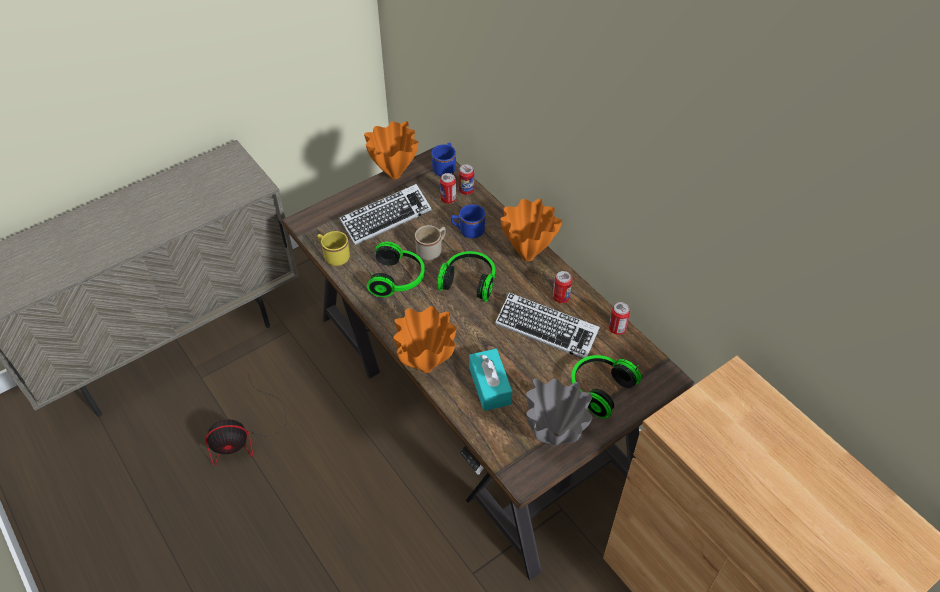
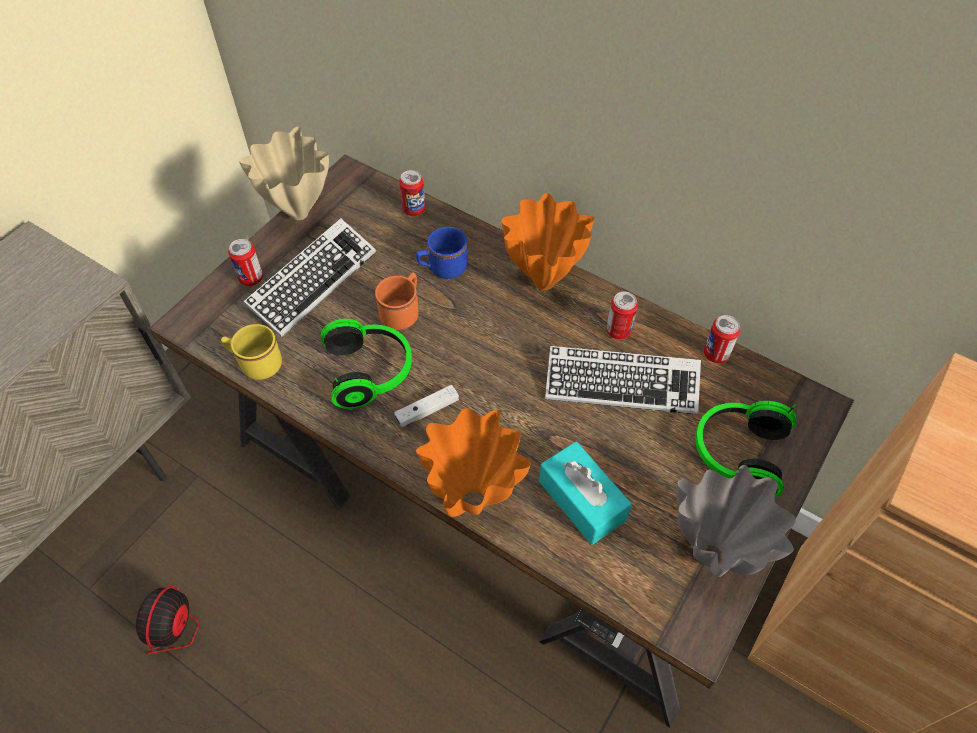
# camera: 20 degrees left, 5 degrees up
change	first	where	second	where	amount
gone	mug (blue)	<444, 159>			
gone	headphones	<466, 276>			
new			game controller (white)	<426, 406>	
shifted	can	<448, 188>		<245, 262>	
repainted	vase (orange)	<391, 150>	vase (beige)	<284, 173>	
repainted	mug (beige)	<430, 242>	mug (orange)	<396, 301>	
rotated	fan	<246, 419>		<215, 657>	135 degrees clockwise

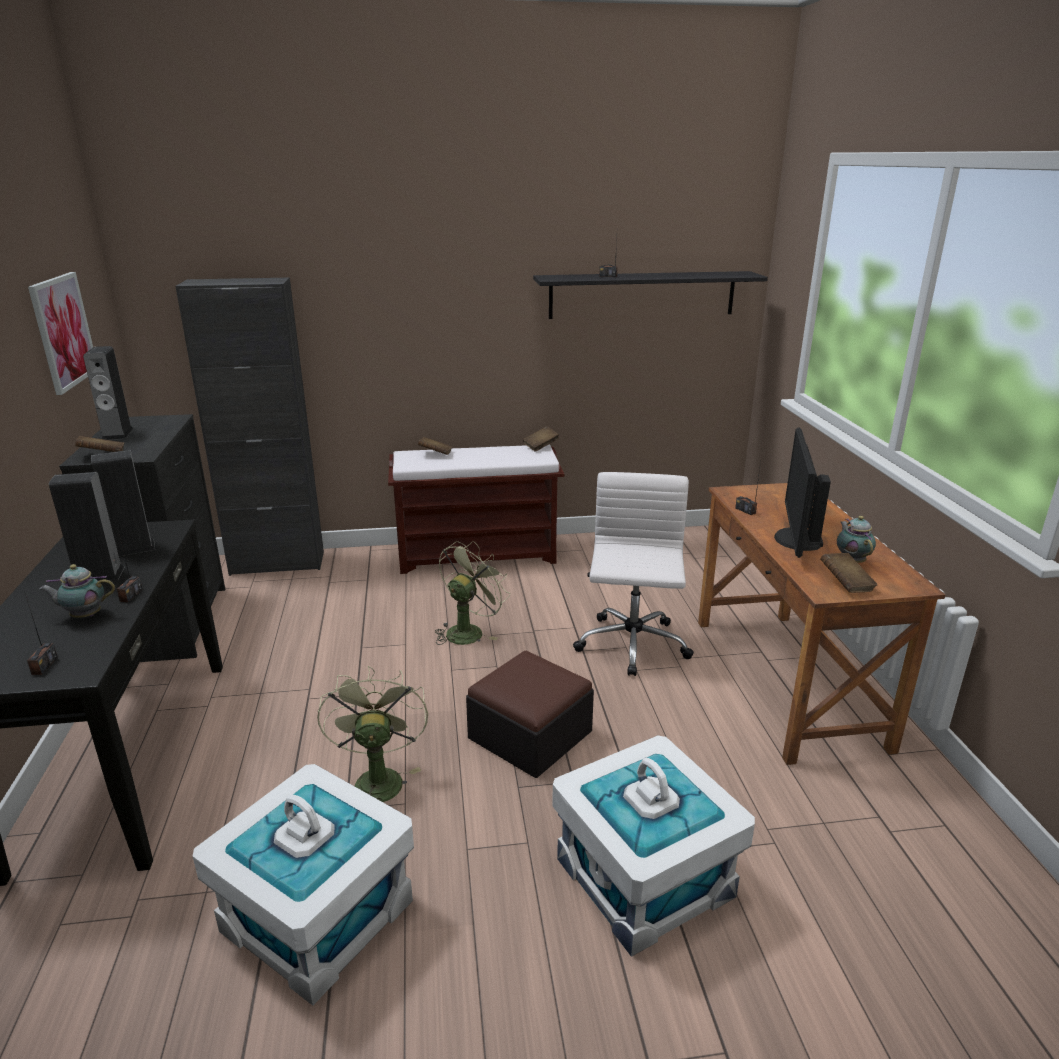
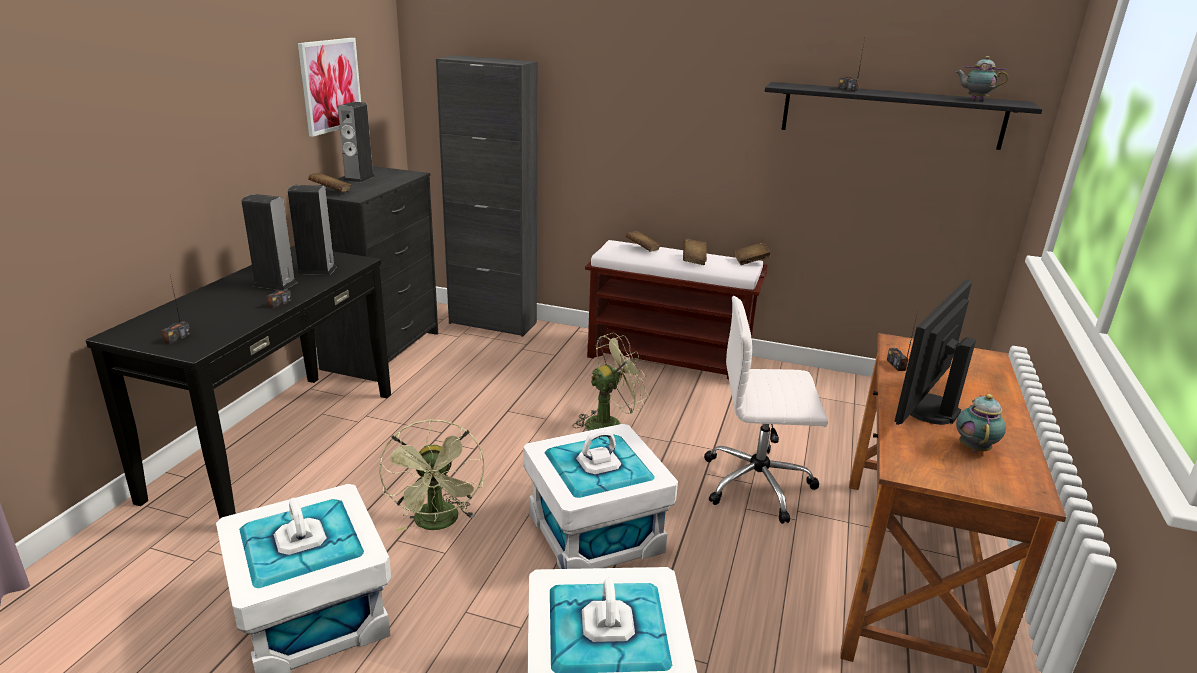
# camera: 25 degrees right, 0 degrees up
change	first	where	second	where	amount
shifted	teapot	<77, 591>		<982, 78>	
shifted	book (brown)	<848, 573>		<695, 252>	
swapped	ottoman	<530, 714>	storage box (white)	<600, 496>	
rotated	fan (green)	<372, 734>		<432, 475>	150 degrees clockwise
rotated	office chair (white)	<633, 574>		<766, 410>	120 degrees counterclockwise

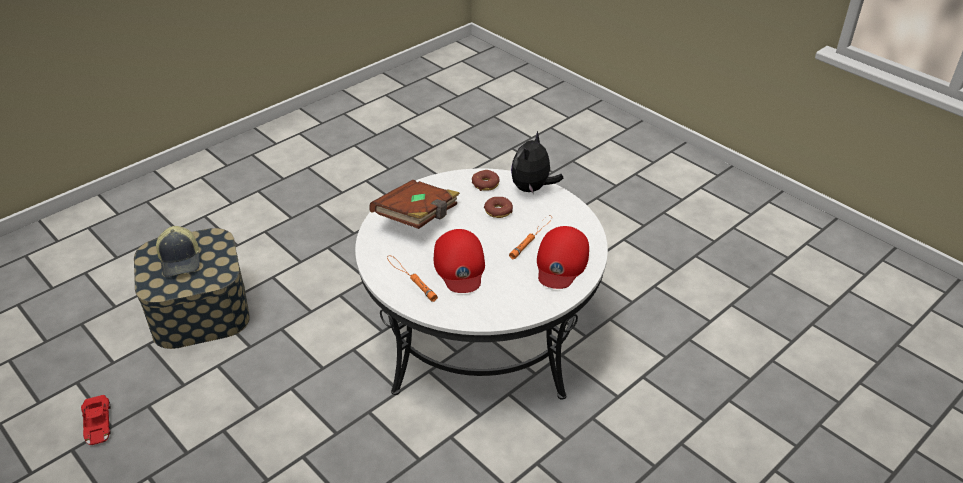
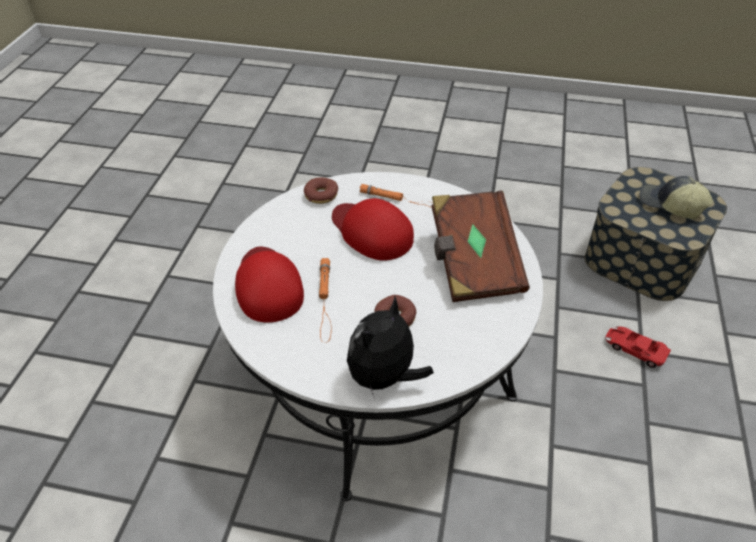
# camera: 145 degrees right, 5 degrees up
change	first	where	second	where	amount
shifted	toy car (red)	<96, 420>		<638, 347>	
shifted	donut	<486, 180>		<321, 191>	
rotated	plush toy	<537, 162>		<390, 346>	135 degrees counterclockwise

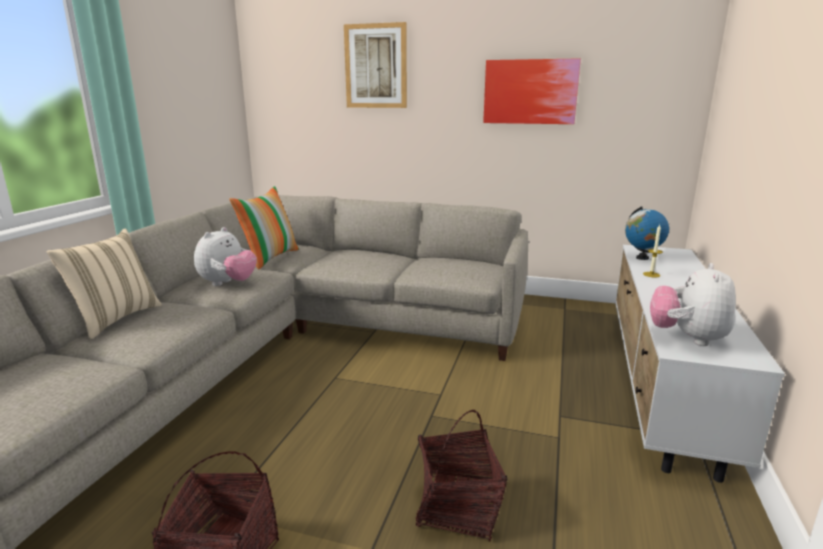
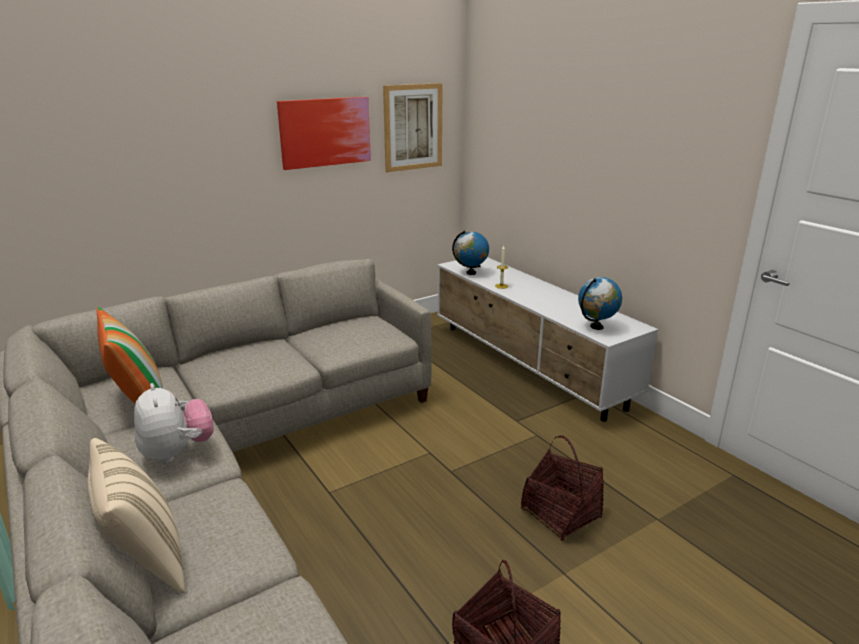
# camera: 50 degrees left, 5 degrees up
change	first	where	second	where	amount
shifted	picture	<375, 65>		<413, 127>	
swapped	plush toy	<693, 304>	globe	<600, 303>	

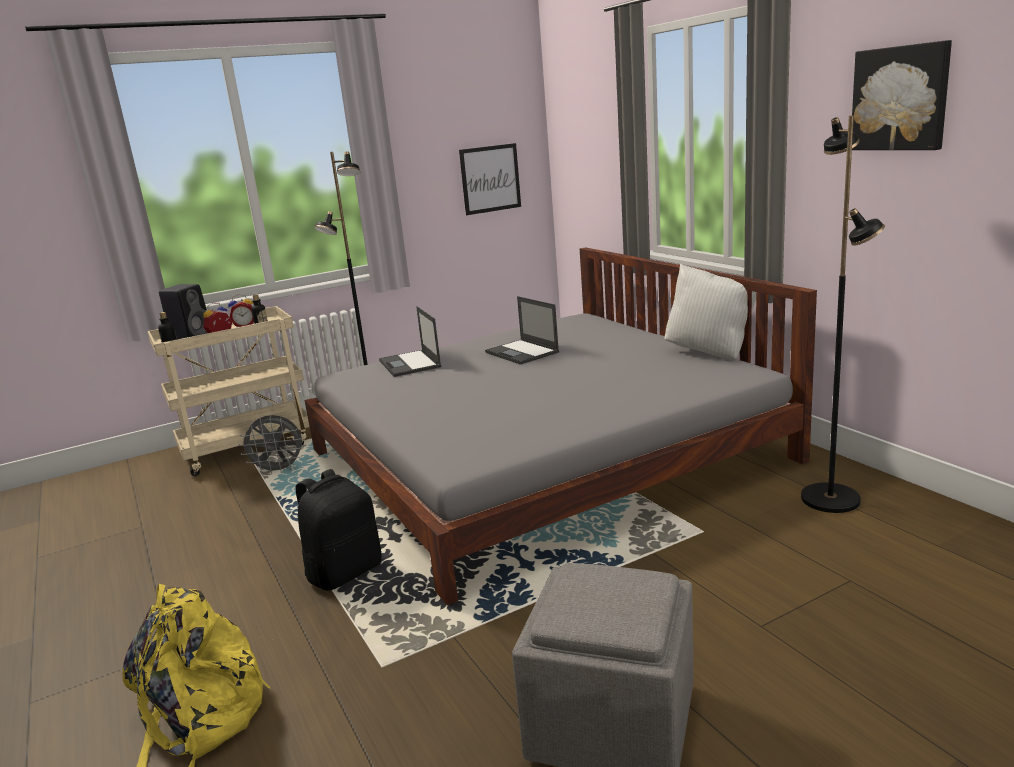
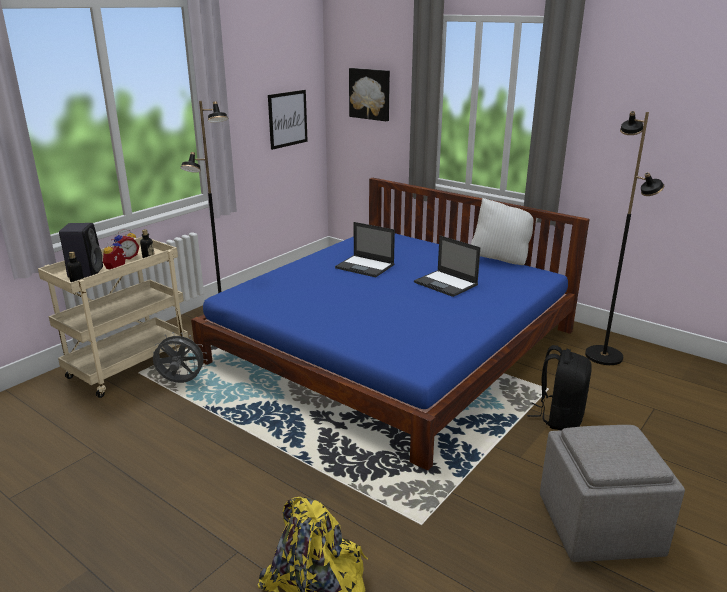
# camera: 25 degrees left, 5 degrees up
change	first	where	second	where	amount
shifted	backpack (black)	<338, 530>		<559, 387>	
shifted	laptop	<410, 341>		<447, 266>	
shifted	picture	<902, 95>		<369, 94>	
repainted	bed (grey)	<561, 426>	bed (blue)	<390, 324>	
rotated	fan (grey)	<271, 444>		<180, 357>	150 degrees counterclockwise

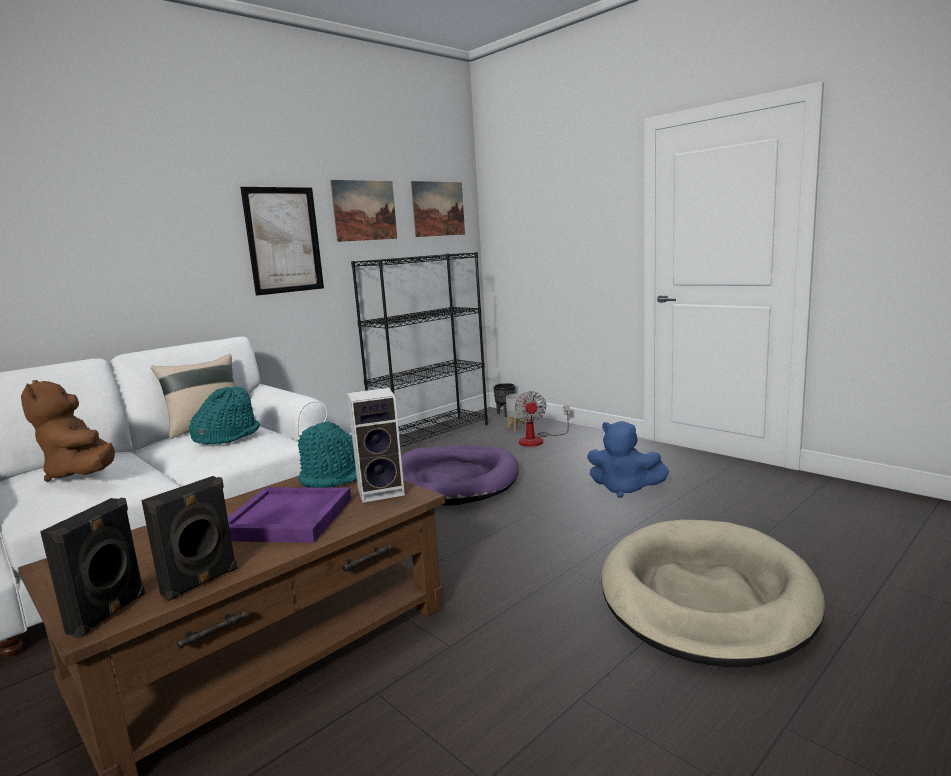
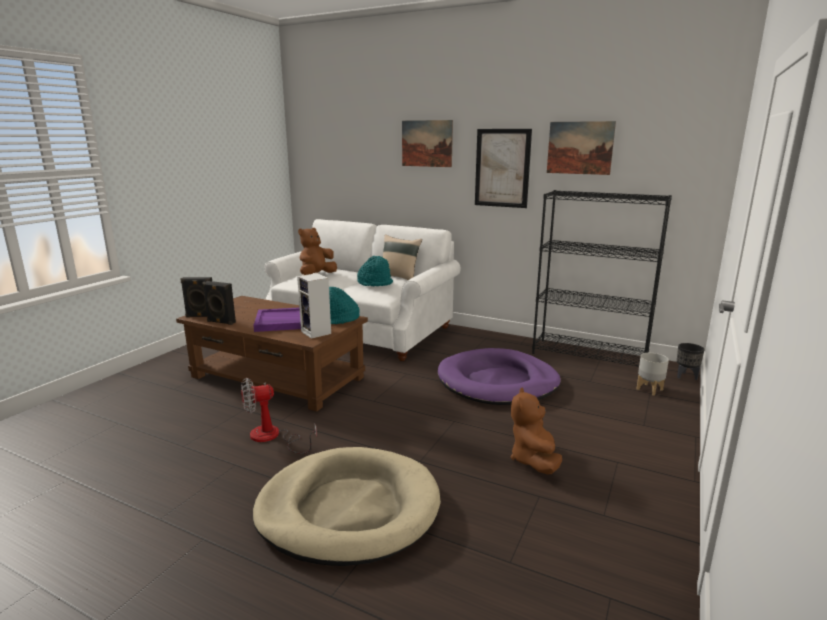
# camera: 70 degrees right, 5 degrees up
change	first	where	second	where	amount
shifted	picture	<438, 209>		<427, 143>	
shifted	fan	<542, 419>		<279, 416>	
repainted	plush toy (blue)	<628, 459>	plush toy (brown)	<536, 431>	

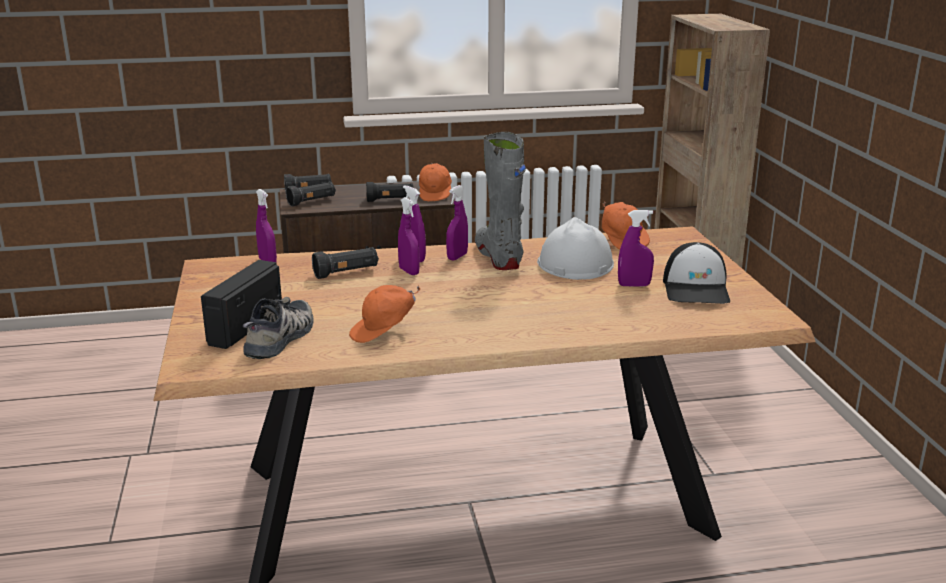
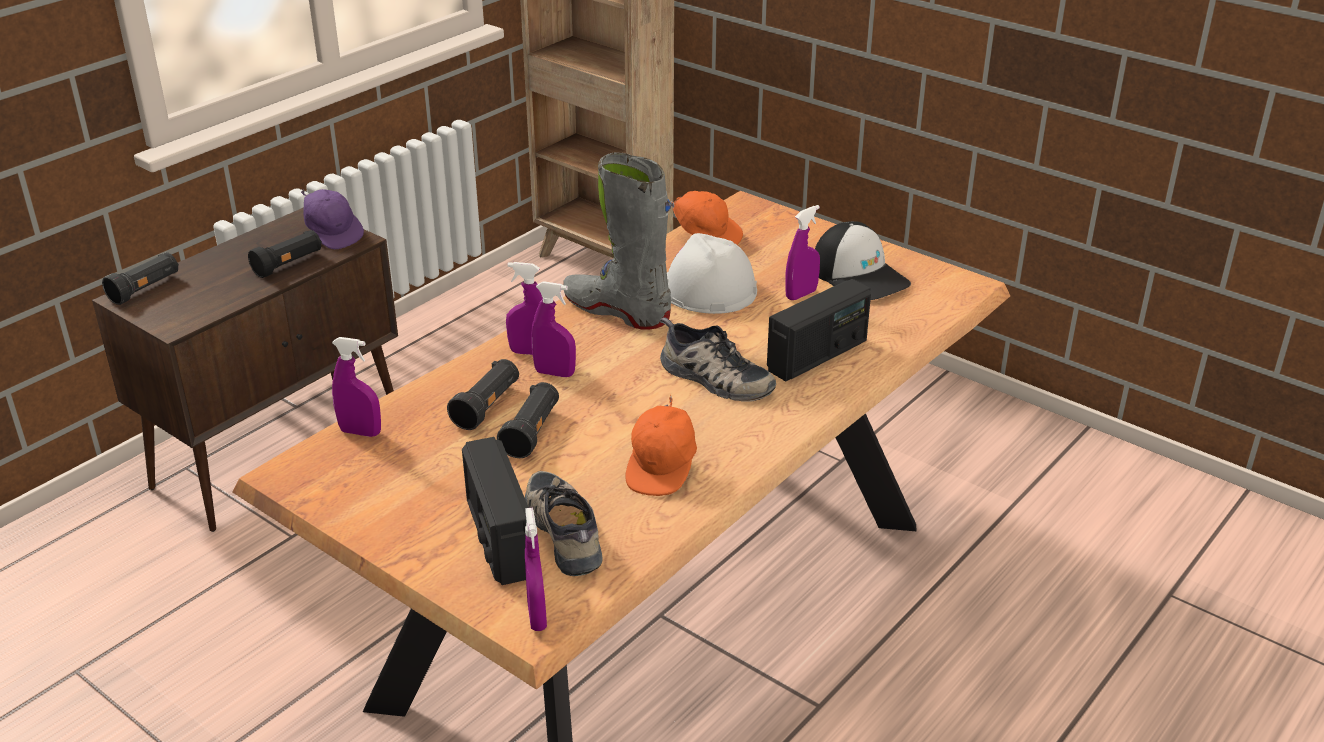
# camera: 40 degrees left, 10 degrees up
change	first	where	second	where	amount
new			shoe	<717, 359>	
new			radio	<819, 330>	
shifted	flashlight (black)	<311, 194>		<528, 420>	
shifted	spray bottle (purple)	<457, 223>		<536, 569>	
repainted	cap (orange)	<435, 182>	cap (purple)	<332, 219>	

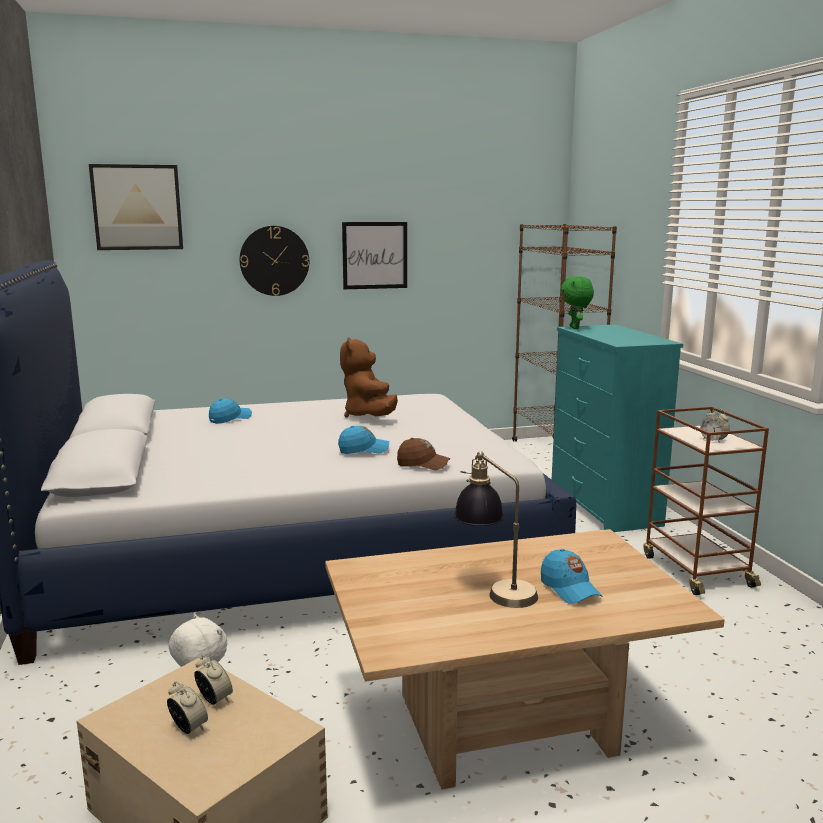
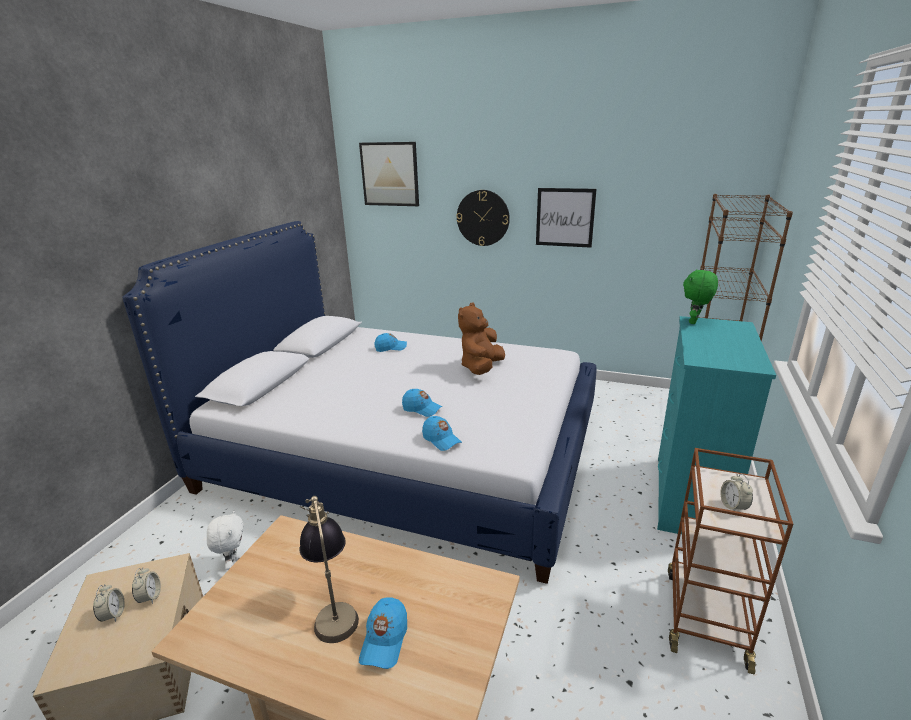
# camera: 35 degrees right, 10 degrees up
change	first	where	second	where	amount
repainted	cap (brown)	<423, 454>	cap (blue)	<442, 433>	

